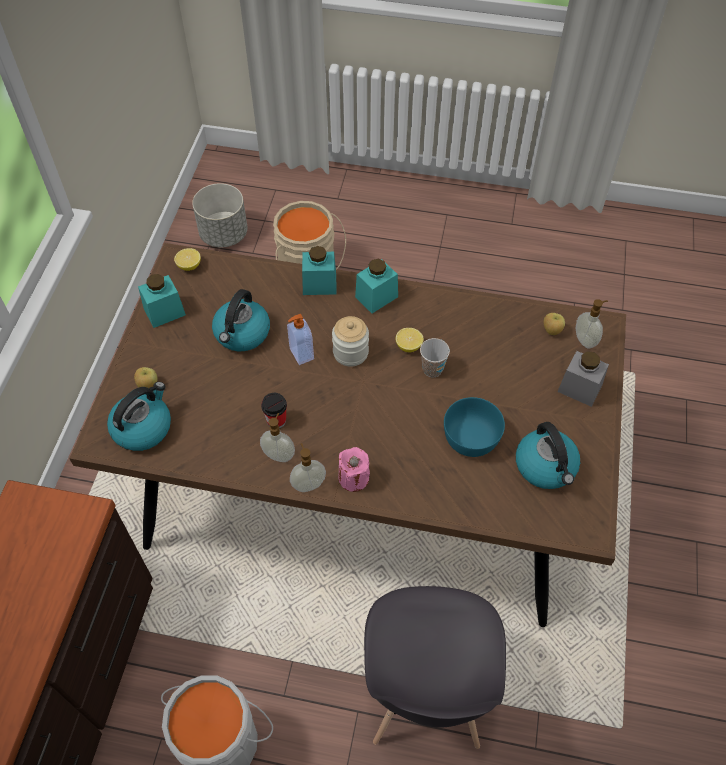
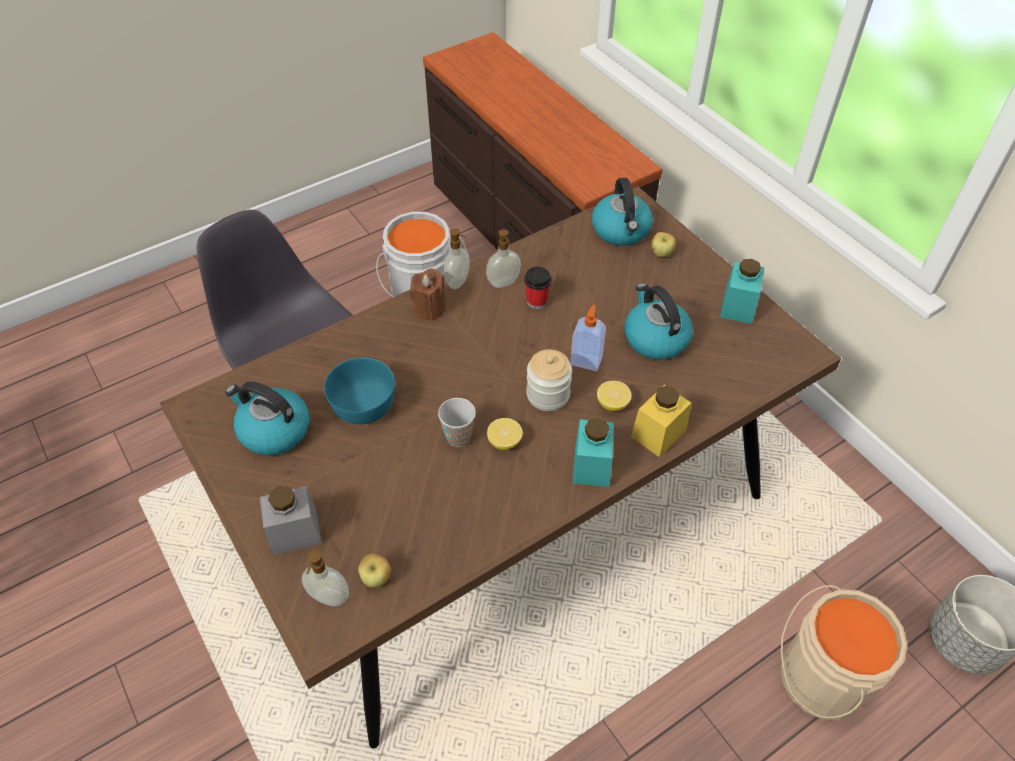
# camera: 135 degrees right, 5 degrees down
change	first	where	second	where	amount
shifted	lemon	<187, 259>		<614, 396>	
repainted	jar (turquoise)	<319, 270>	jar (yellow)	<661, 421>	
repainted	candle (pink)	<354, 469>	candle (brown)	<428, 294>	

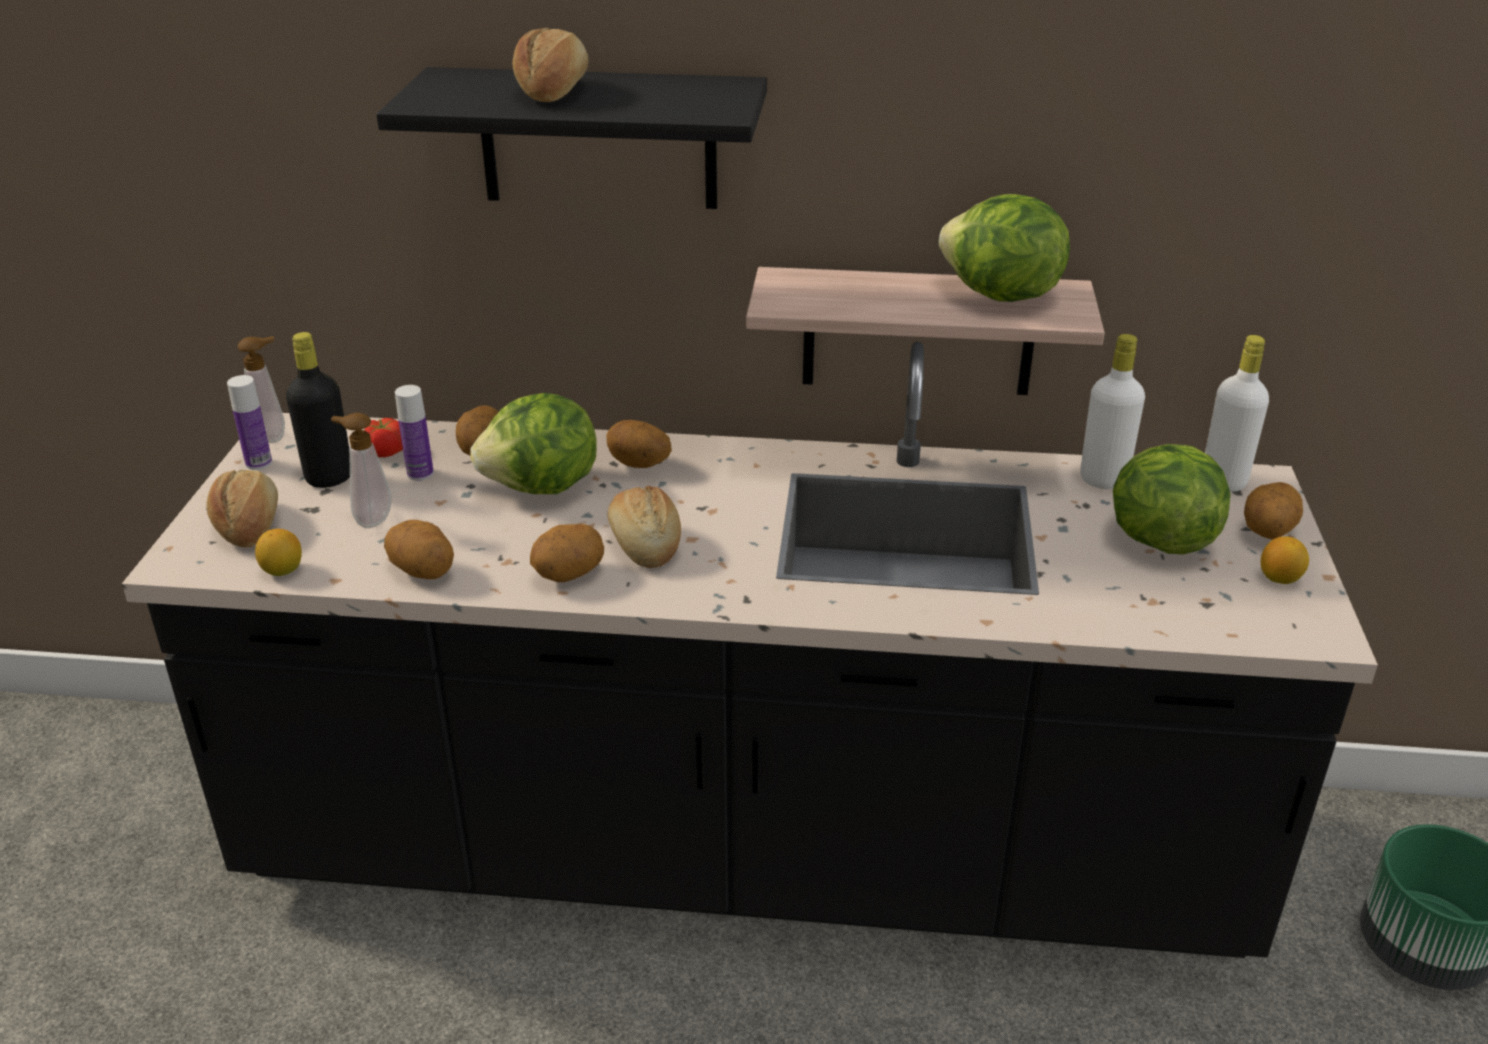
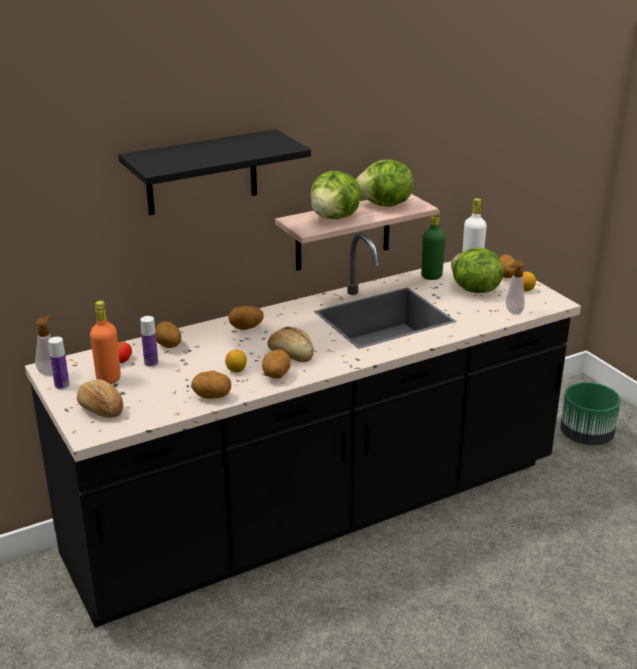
# camera: 35 degrees left, 5 degrees down
change	first	where	second	where	amount
gone	bread	<550, 65>			
shifted	lemon	<278, 552>		<236, 361>	
shifted	soap dispenser	<361, 470>		<515, 288>	
shifted	lettuce	<533, 443>		<335, 195>	
repainted	bottle (black)	<318, 410>	bottle (orange)	<105, 342>	
repainted	bottle (white)	<1112, 411>	bottle (green)	<433, 245>	

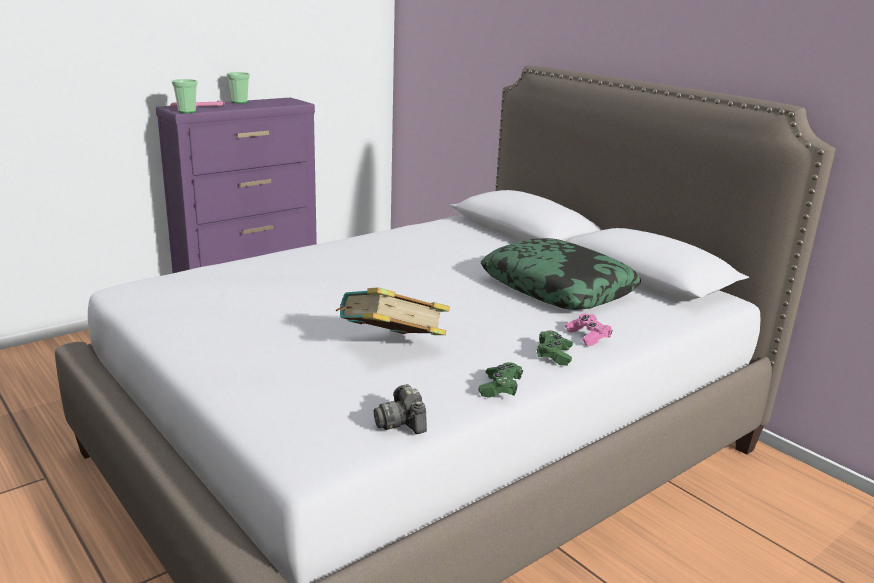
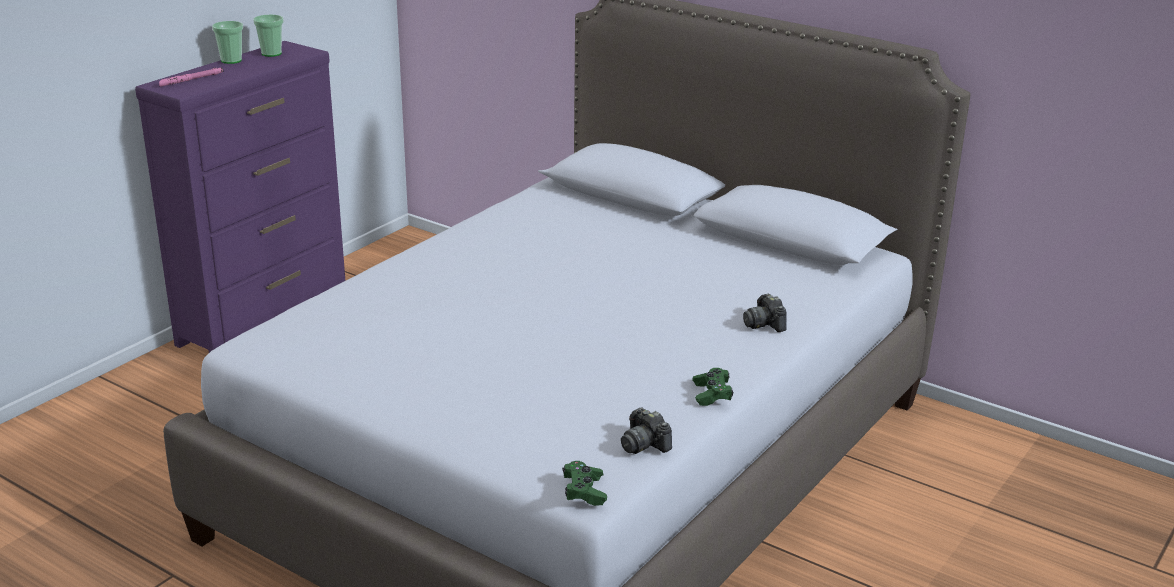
# camera: 15 degrees left, 5 degrees up
change	first	where	second	where	amount
gone	book	<393, 311>			
gone	pillow	<561, 274>			
shifted	cup	<185, 96>		<268, 35>	
shifted	game controller (green)	<555, 348>		<584, 483>	
swapped	game controller (pink)	<588, 330>	photo camera	<765, 313>	

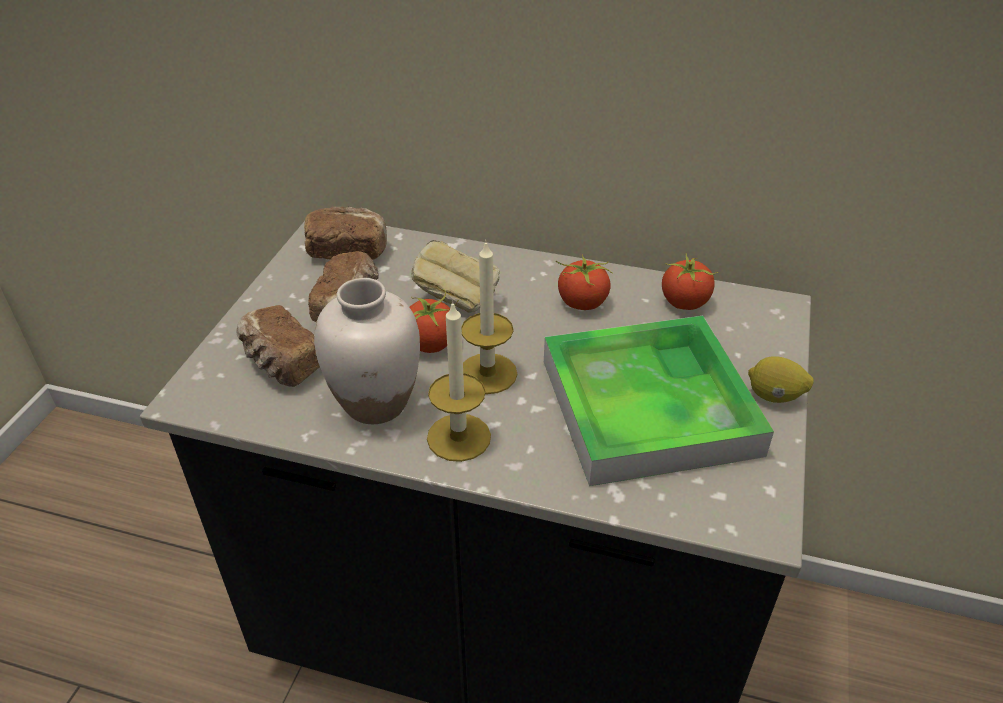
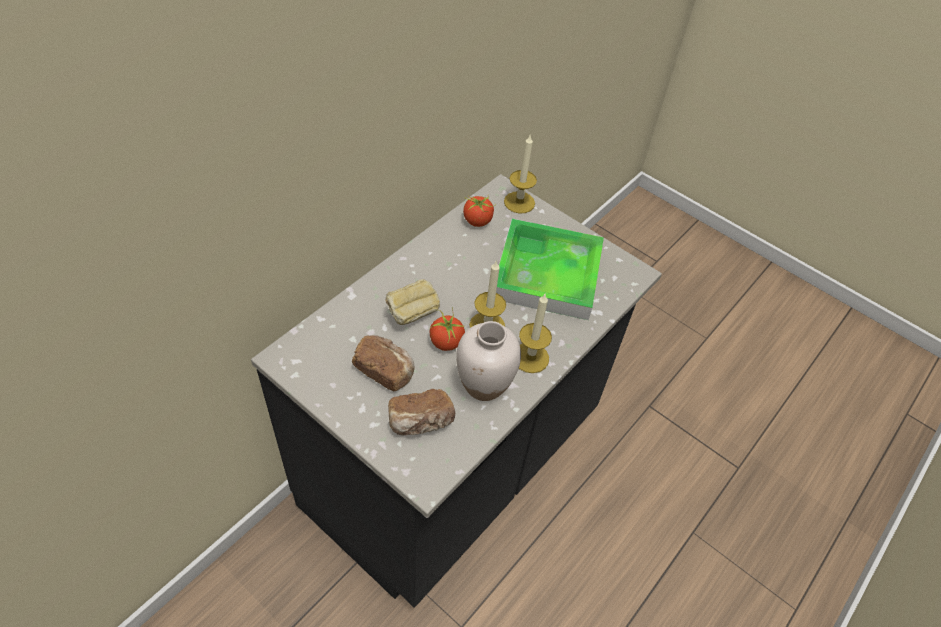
# camera: 70 degrees left, 10 degrees up
change	first	where	second	where	amount
gone	bread	<345, 233>			
gone	tomato	<584, 282>			
gone	lemon	<781, 379>			
new			candle	<520, 174>	

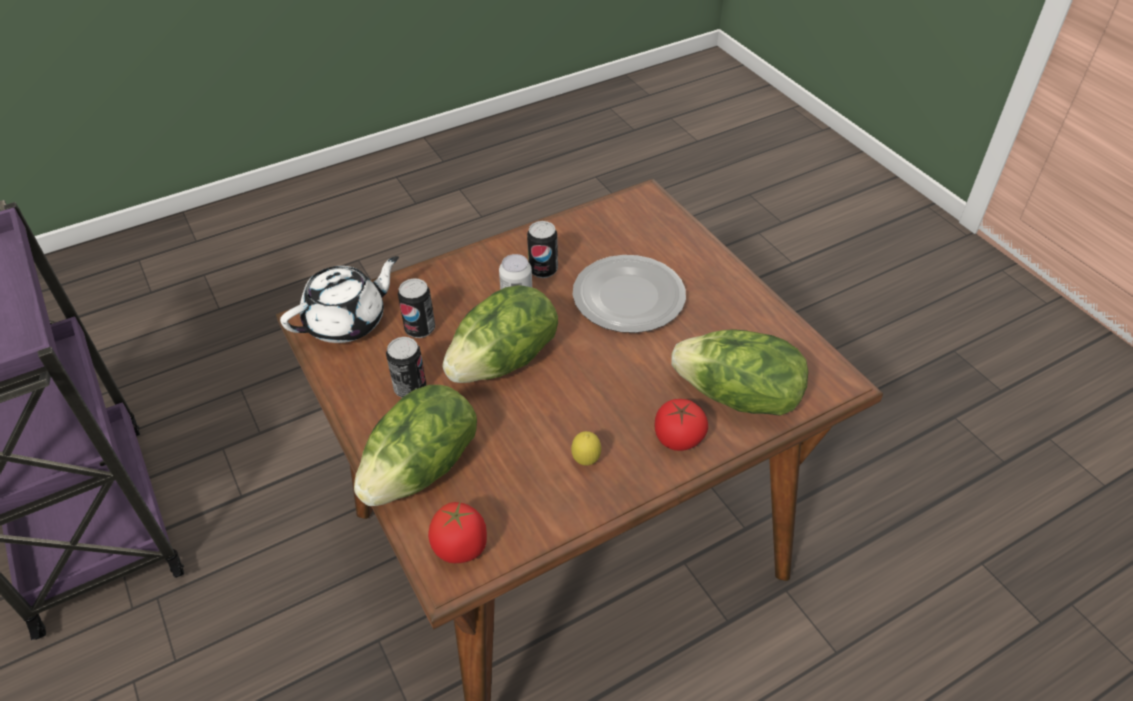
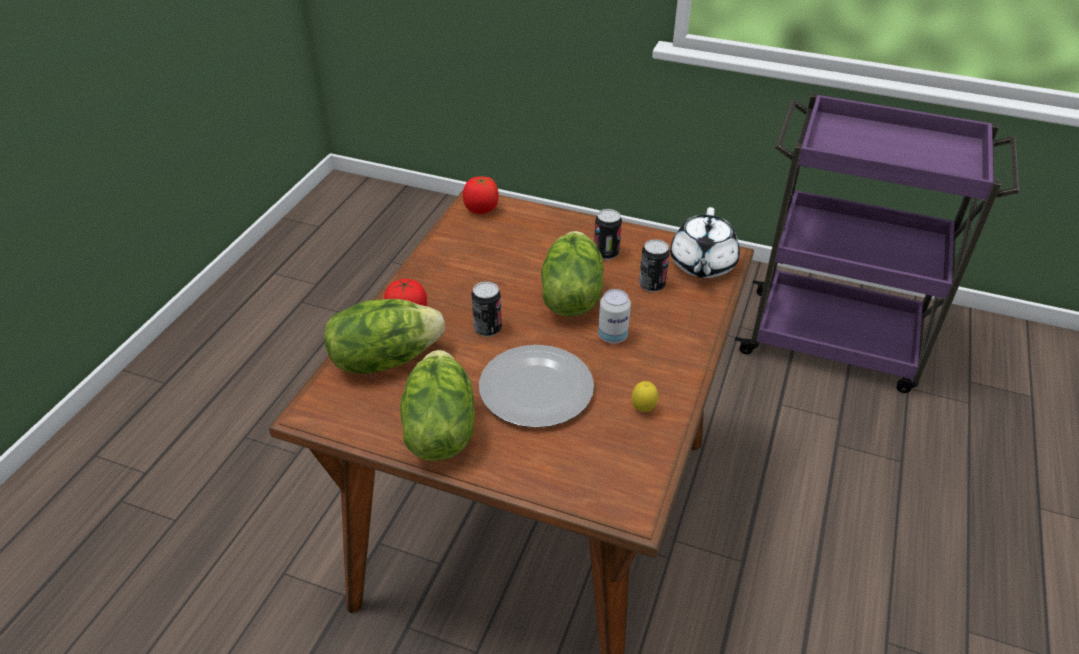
# camera: 140 degrees right, 5 degrees down
change	first	where	second	where	amount
shifted	lettuce	<415, 445>		<437, 405>	
shifted	can	<542, 249>		<487, 309>	
shifted	lemon	<586, 448>		<645, 396>	

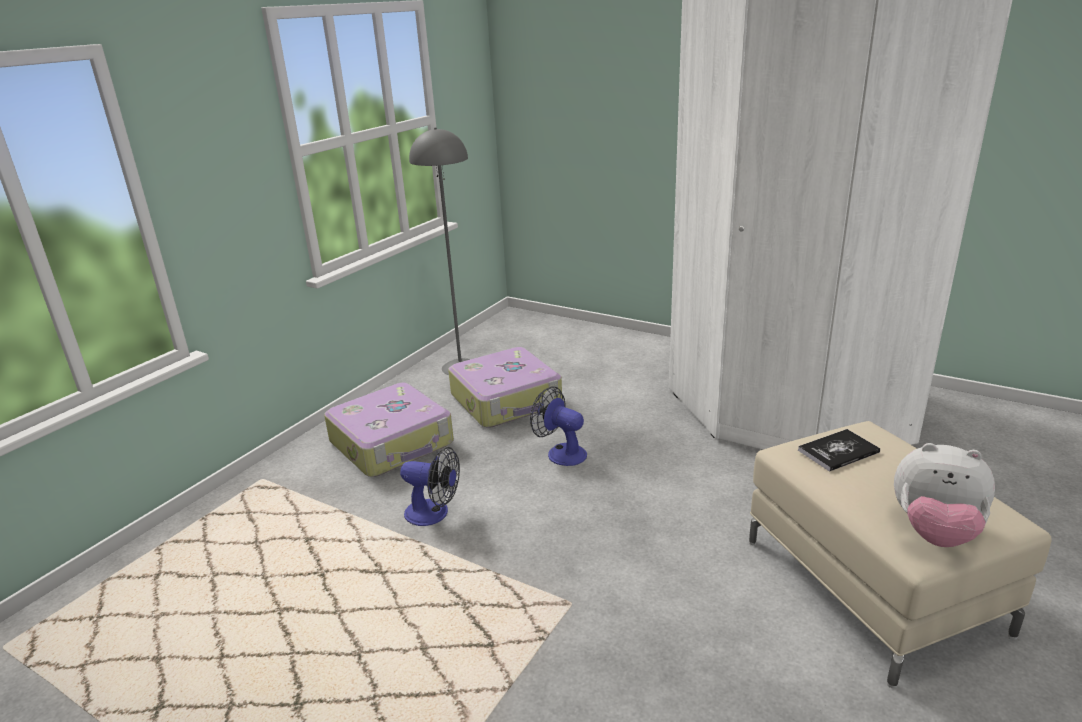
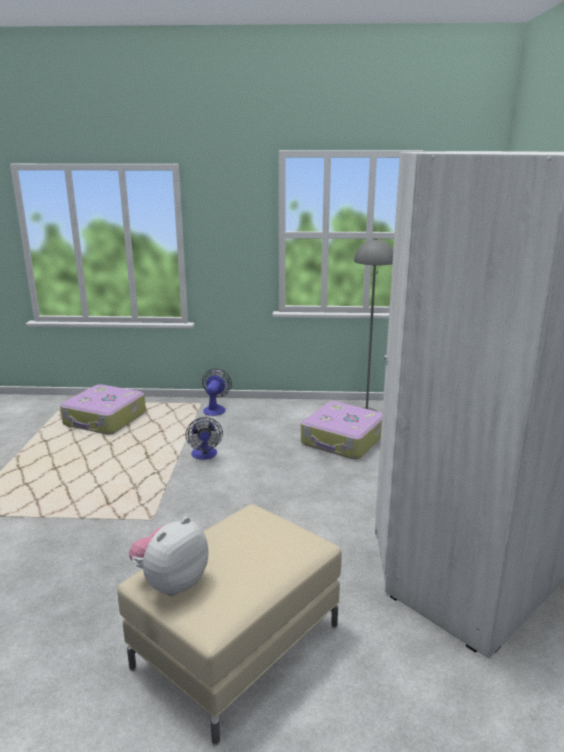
# camera: 60 degrees right, 5 degrees down
change	first	where	second	where	amount
gone	book	<839, 450>			
shifted	suitcase	<389, 430>		<103, 409>	
shifted	fan	<558, 426>		<217, 392>	
rotated	plush toy	<944, 495>		<168, 556>	45 degrees clockwise

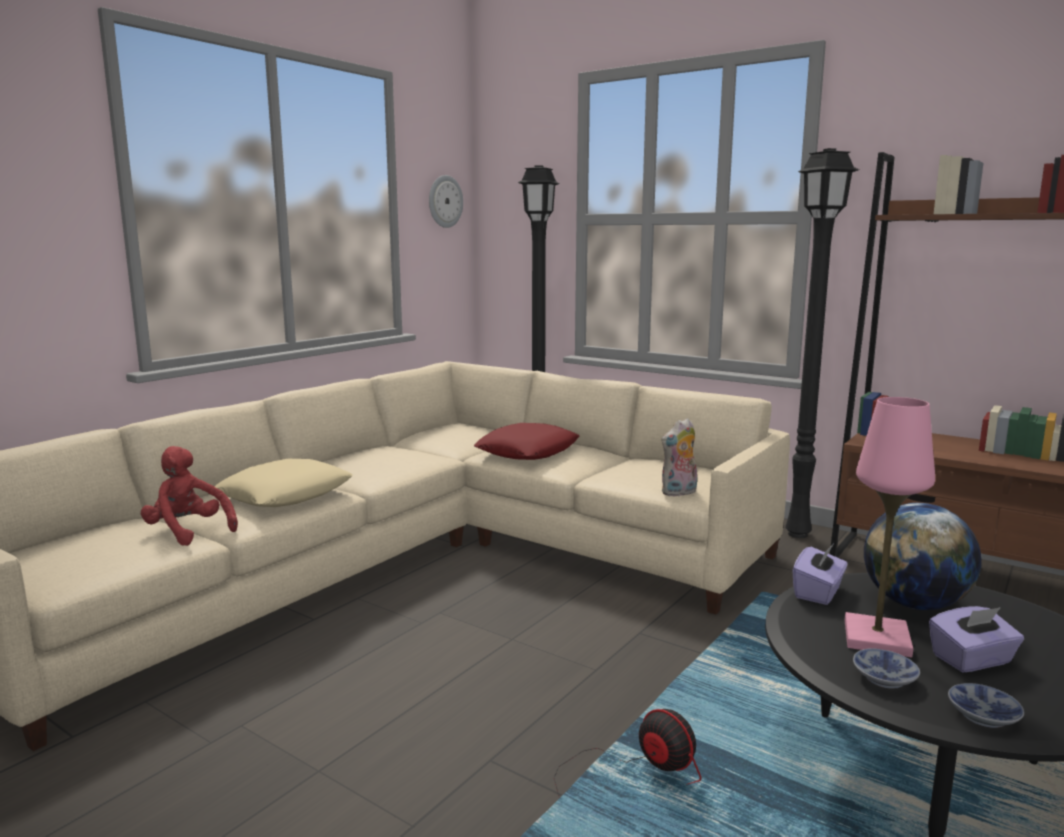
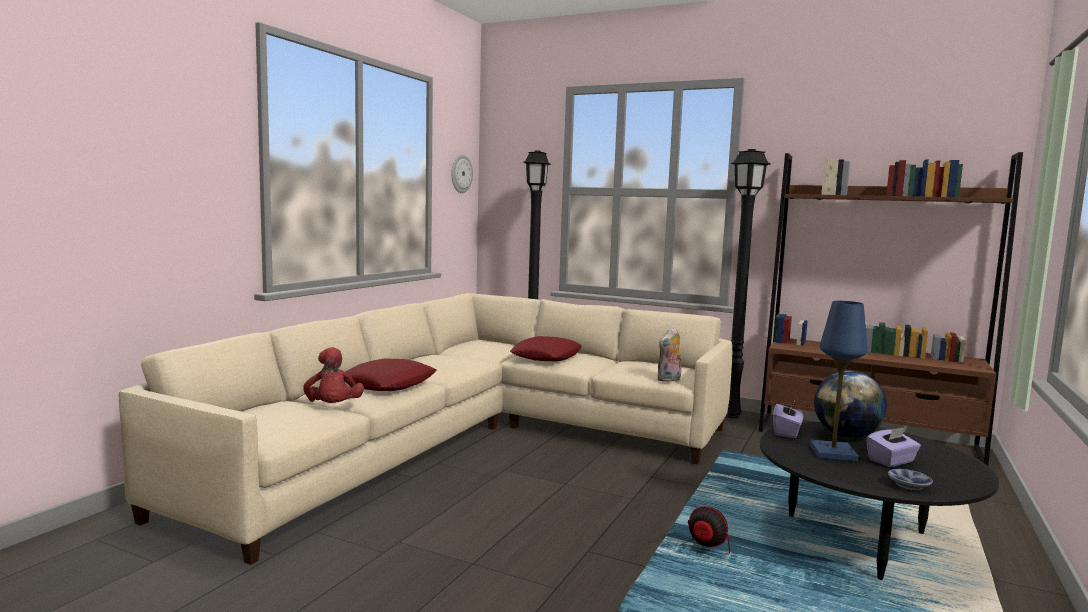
# camera: 10 degrees left, 5 degrees down
change	first	where	second	where	amount
gone	bowl	<886, 669>			
repainted	pillow (beige)	<283, 483>	pillow (red)	<390, 374>	
repainted	table lamp (pink)	<890, 527>	table lamp (blue)	<839, 381>	
rotated	plush toy (red)	<189, 496>		<333, 375>	135 degrees counterclockwise

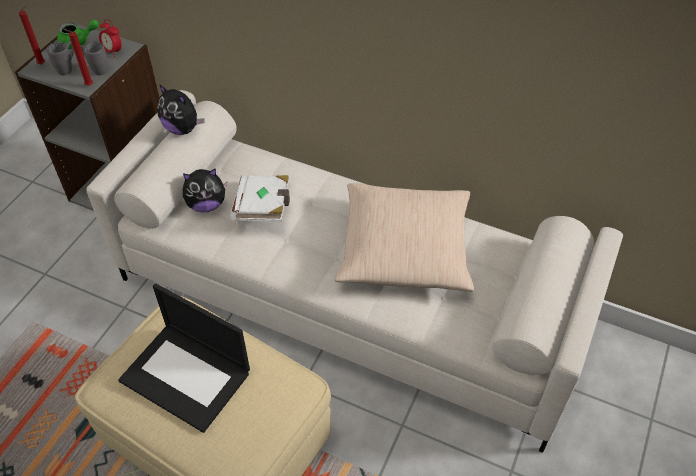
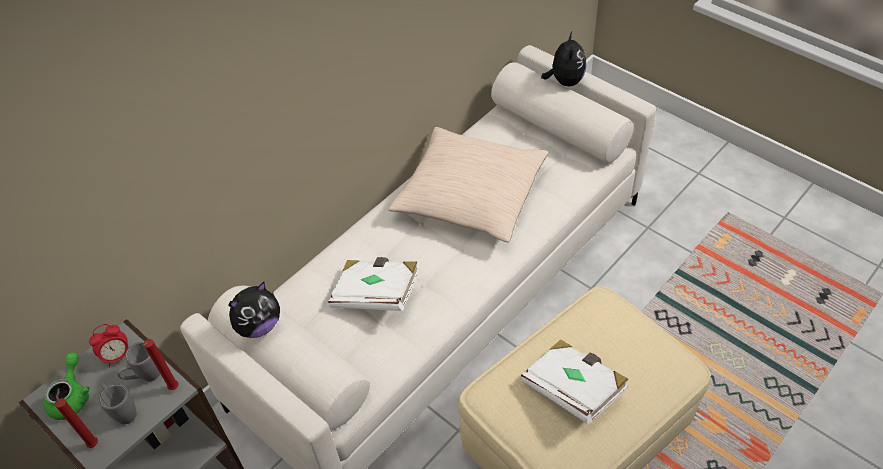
# camera: 70 degrees left, 0 degrees up
change	first	where	second	where	amount
shifted	plush toy	<205, 190>		<563, 59>	
swapped	laptop	<184, 358>	book (white)	<574, 381>	

